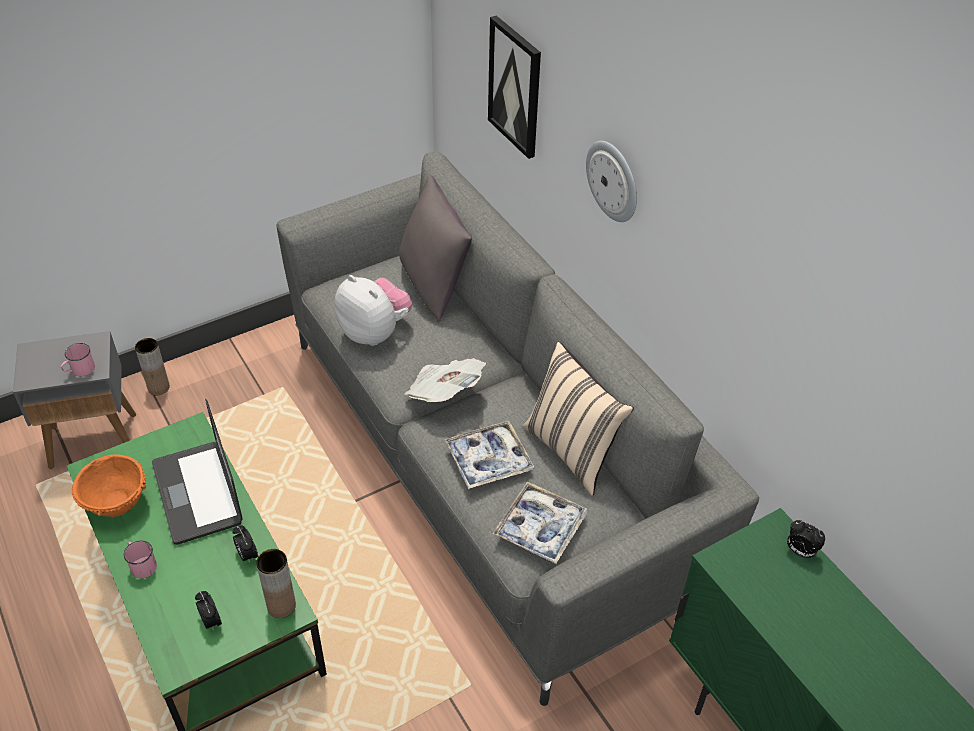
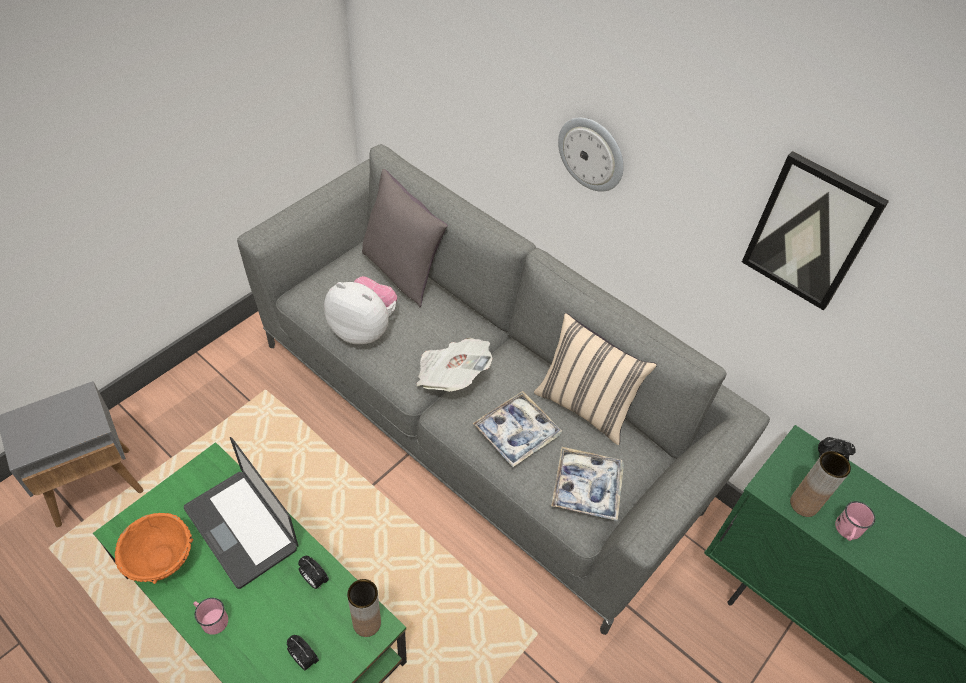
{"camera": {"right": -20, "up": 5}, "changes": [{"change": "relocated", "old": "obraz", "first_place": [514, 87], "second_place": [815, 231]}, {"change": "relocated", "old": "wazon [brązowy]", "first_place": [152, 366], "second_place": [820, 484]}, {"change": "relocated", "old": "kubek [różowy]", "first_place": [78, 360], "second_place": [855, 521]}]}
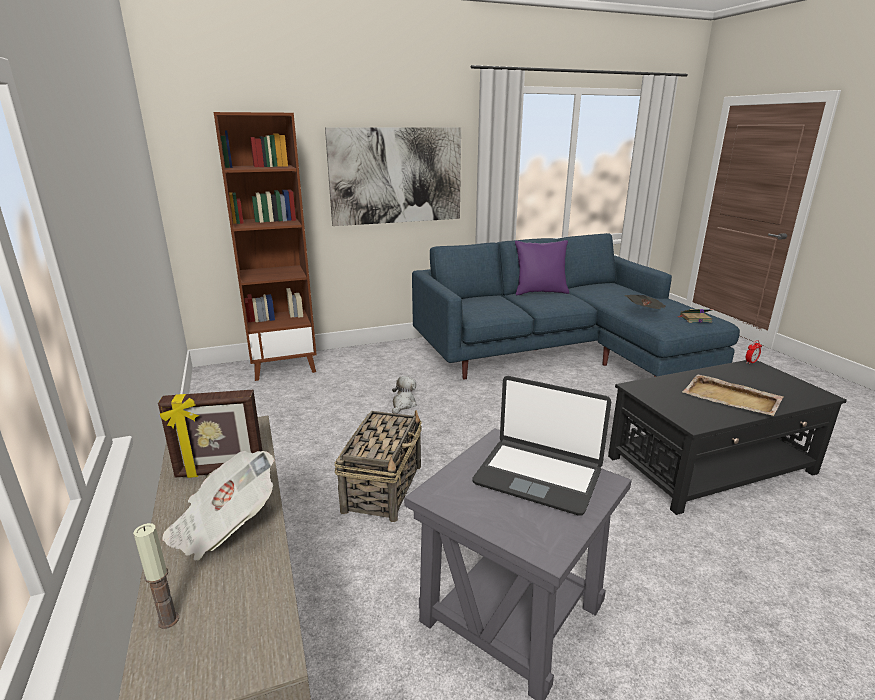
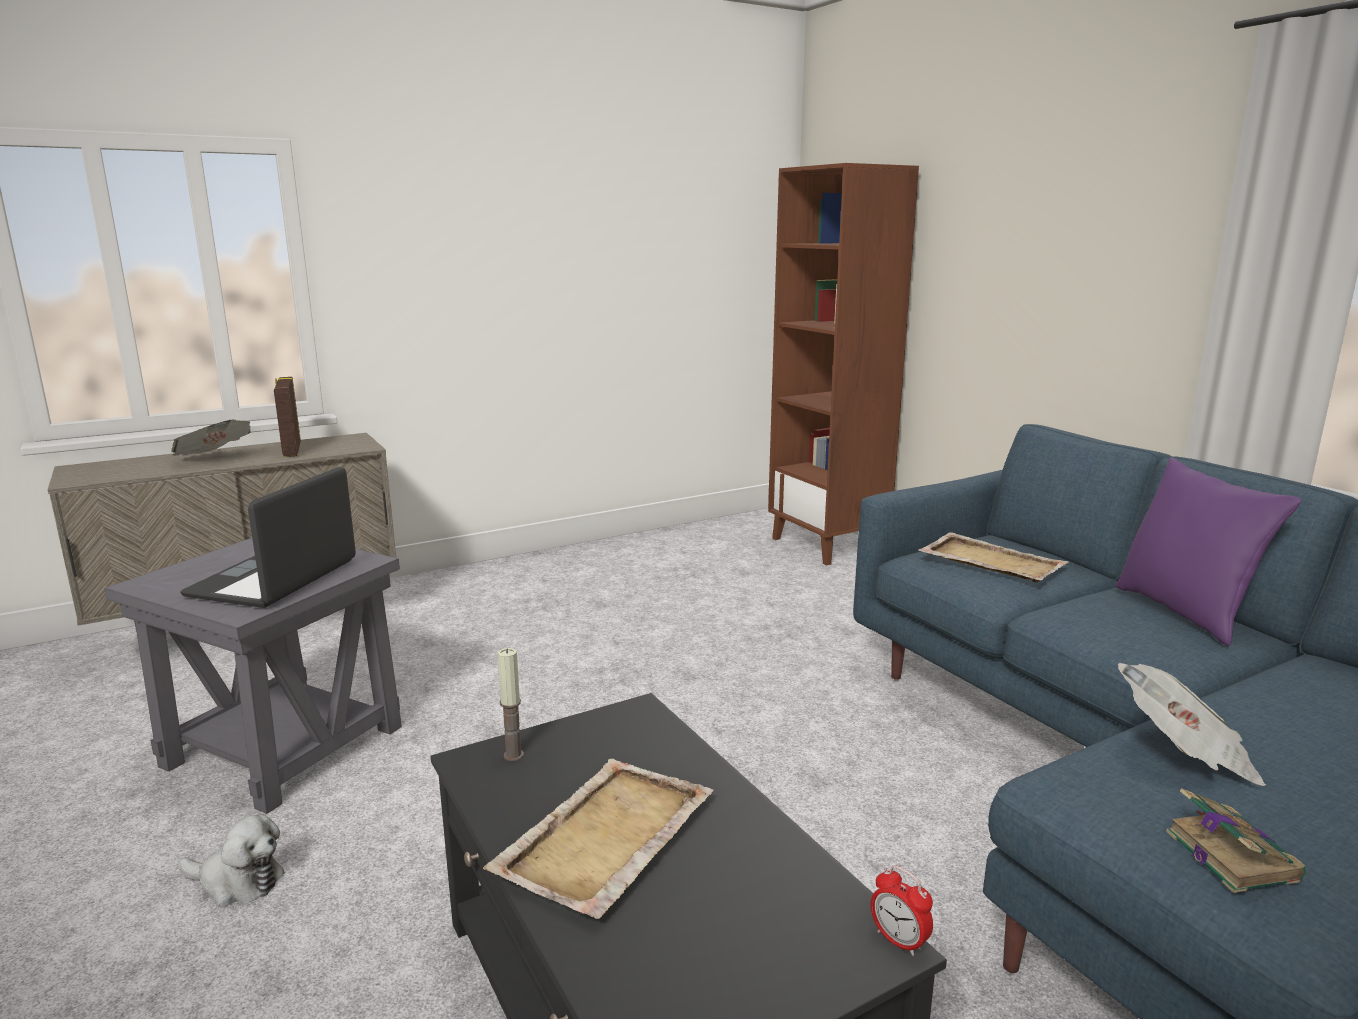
{"camera": {"right": 80, "up": -5}, "changes": [{"change": "relocated", "old": "pluszak", "first_place": [404, 395], "second_place": [232, 860]}, {"change": "relocated", "old": "świeca", "first_place": [156, 576], "second_place": [510, 704]}, {"change": "appeared", "new": "taca [beżowy]", "second_place": [993, 557]}, {"change": "missing", "old": "obraz", "first_place": [393, 176]}, {"change": "missing", "old": "koszyk", "first_place": [378, 466]}]}
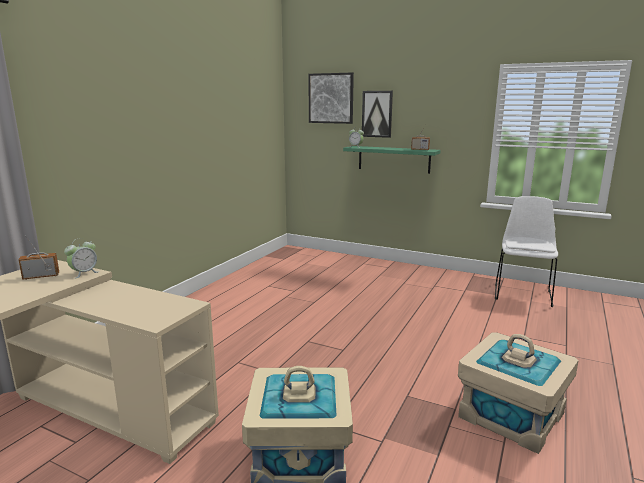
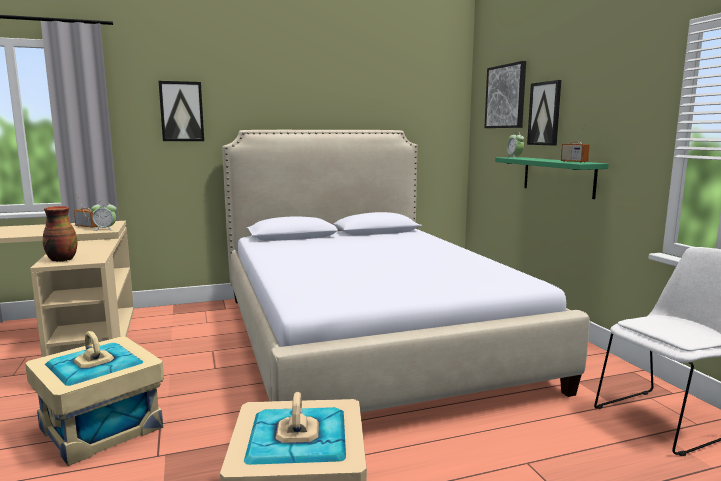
{"camera": {"right": 45, "up": -5}, "changes": [{"change": "appeared", "new": "wazon", "second_place": [60, 234]}, {"change": "appeared", "new": "obraz", "second_place": [181, 111]}, {"change": "appeared", "new": "łóżko", "second_place": [406, 271]}]}
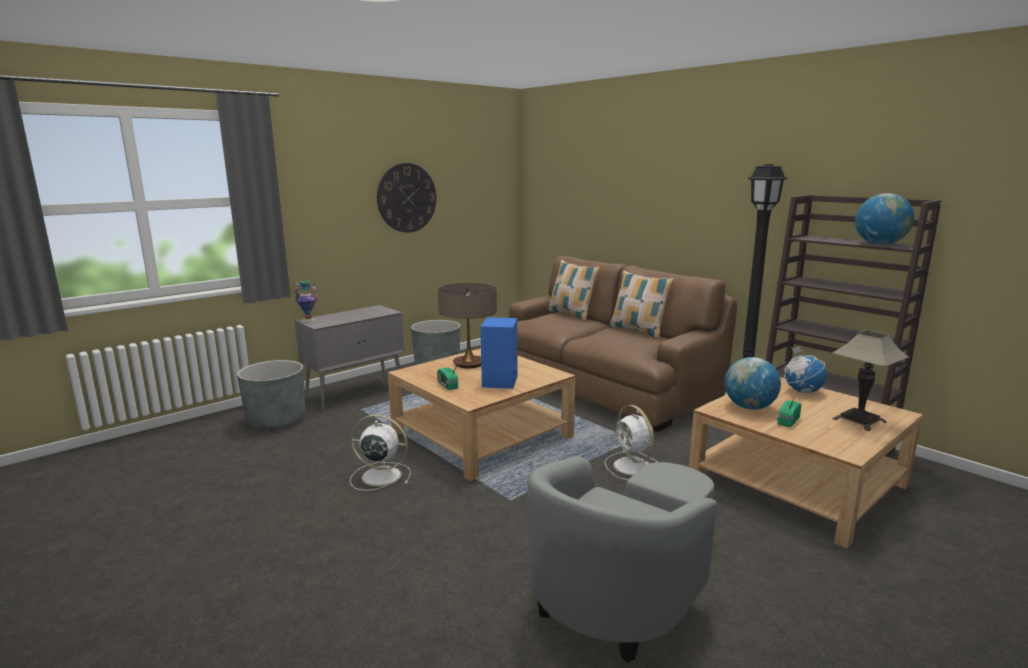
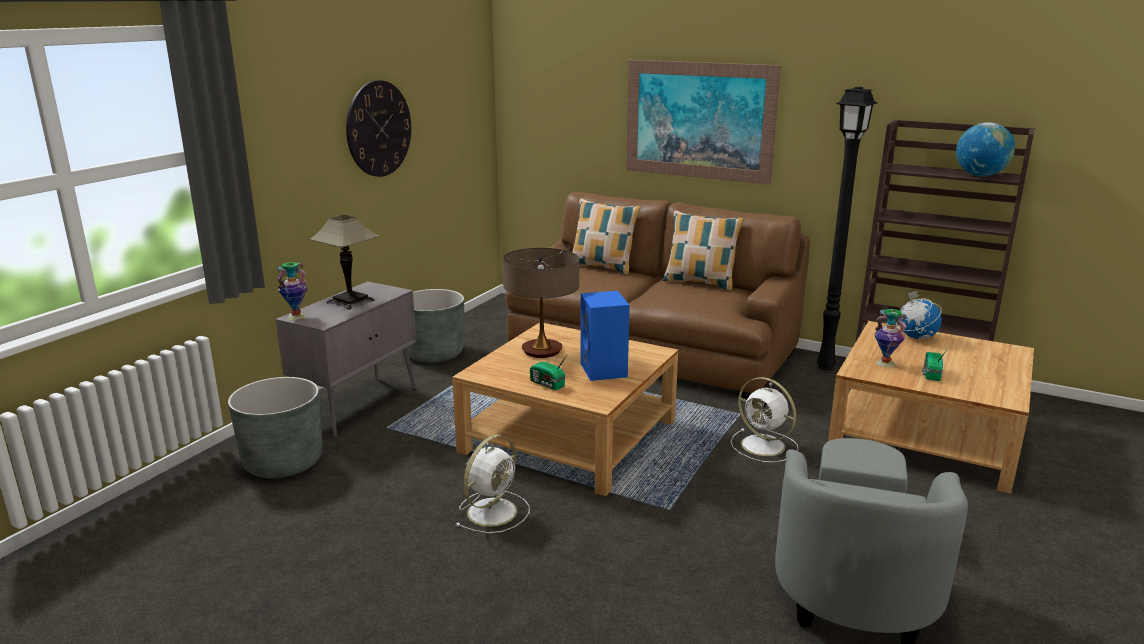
{"camera": {"right": -20, "up": 5}, "changes": [{"change": "relocated", "old": "lampa stołowa", "first_place": [871, 381], "second_place": [344, 262]}, {"change": "spun", "old": "wentylator [biały]", "first_place": [380, 452], "second_place": [492, 483], "degrees": 135}, {"change": "appeared", "new": "obraz", "second_place": [703, 122]}, {"change": "exchanged", "old": "globus", "new": "wazon", "first_place": [753, 383], "second_place": [891, 338]}]}
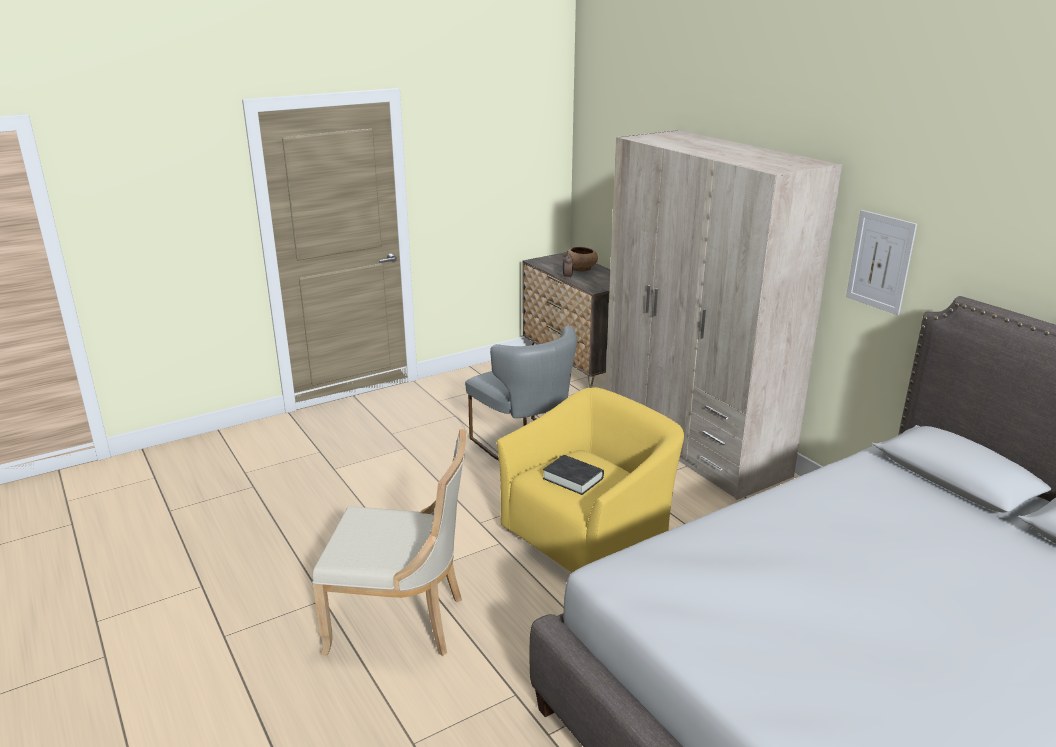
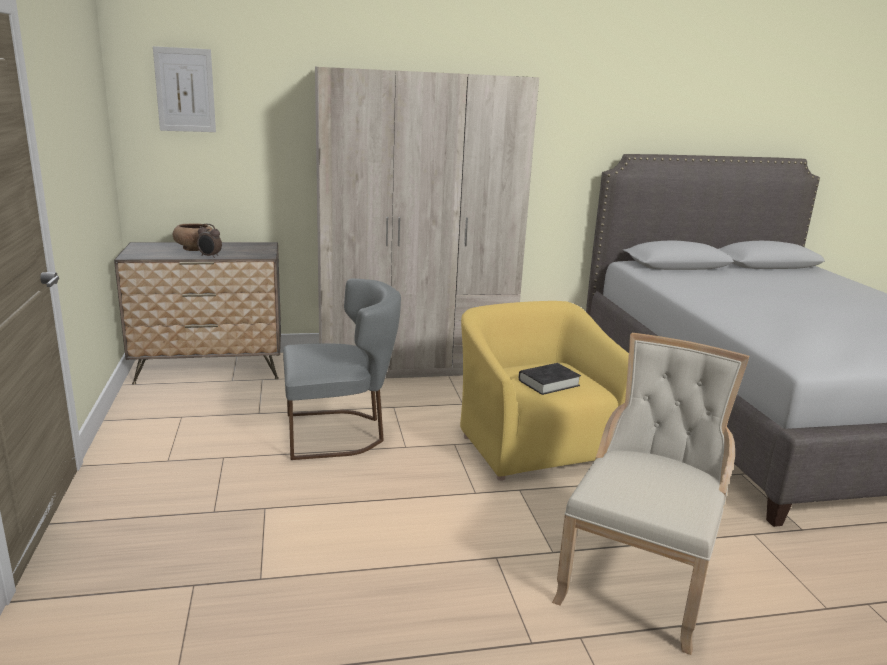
{"camera": {"right": -70, "up": -5}, "changes": [{"change": "relocated", "old": "obraz", "first_place": [881, 262], "second_place": [184, 89]}]}
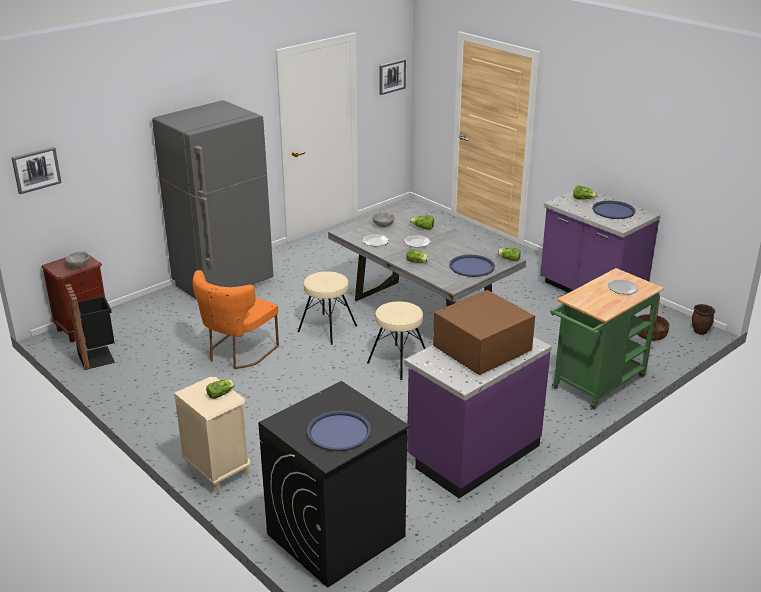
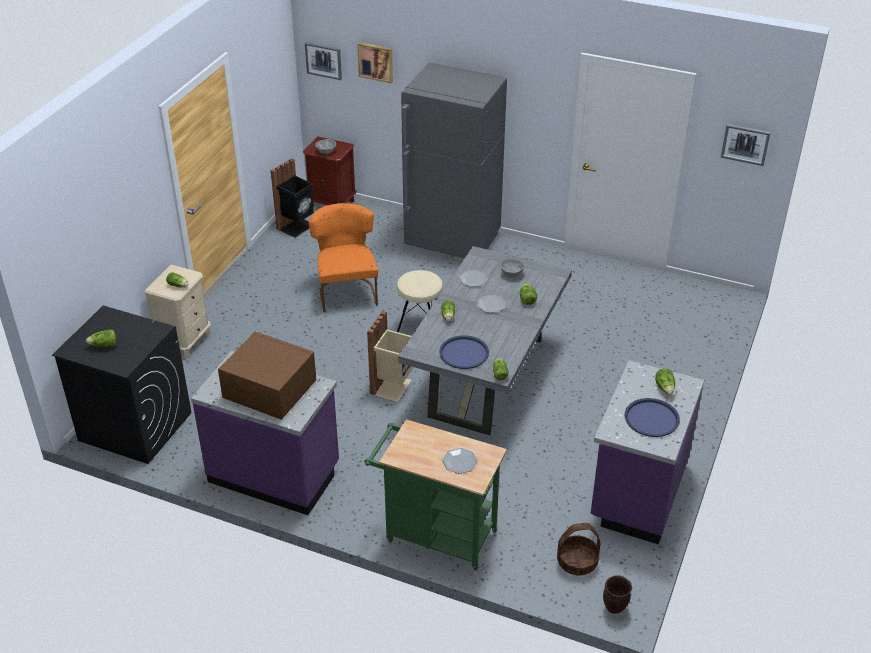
{"camera": {"right": 65, "up": 10}, "changes": [{"change": "exchanged", "old": "taca [niebieski]", "new": "sałata", "first_place": [339, 430], "second_place": [101, 338]}, {"change": "spun", "old": "krzesło [pomarańczowy]", "first_place": [236, 319], "second_place": [343, 257], "degrees": 75}, {"change": "appeared", "new": "obraz", "second_place": [375, 62]}, {"change": "exchanged", "old": "stołek [beżowy]", "new": "kosz na śmieci [beżowy]", "first_place": [396, 340], "second_place": [390, 356]}]}
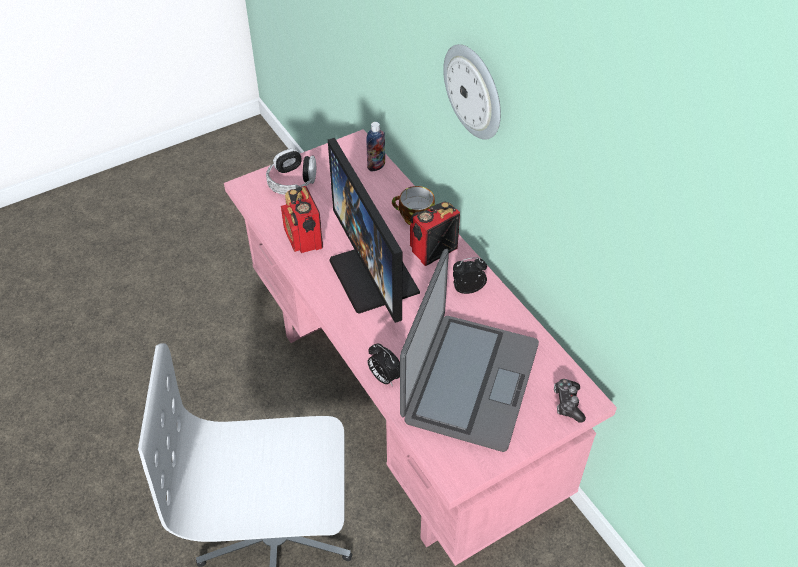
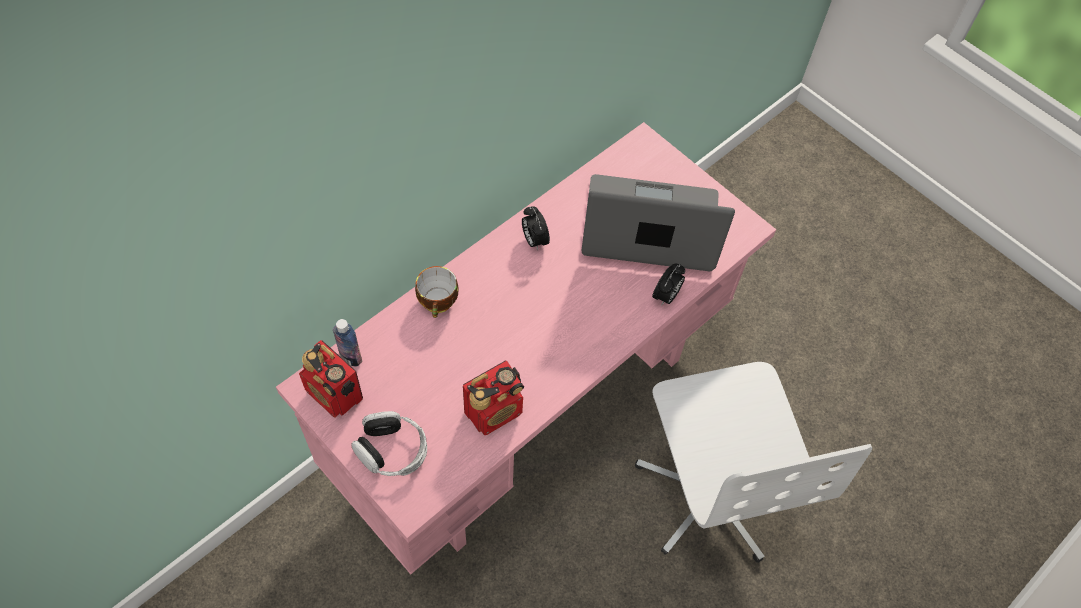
{"camera": {"right": -105, "up": 10}, "changes": [{"change": "relocated", "old": "radio", "first_place": [435, 233], "second_place": [331, 378]}, {"change": "missing", "old": "monitor", "first_place": [374, 230]}, {"change": "missing", "old": "zegar ścienny", "first_place": [472, 92]}, {"change": "missing", "old": "pad do gier", "first_place": [570, 401]}]}
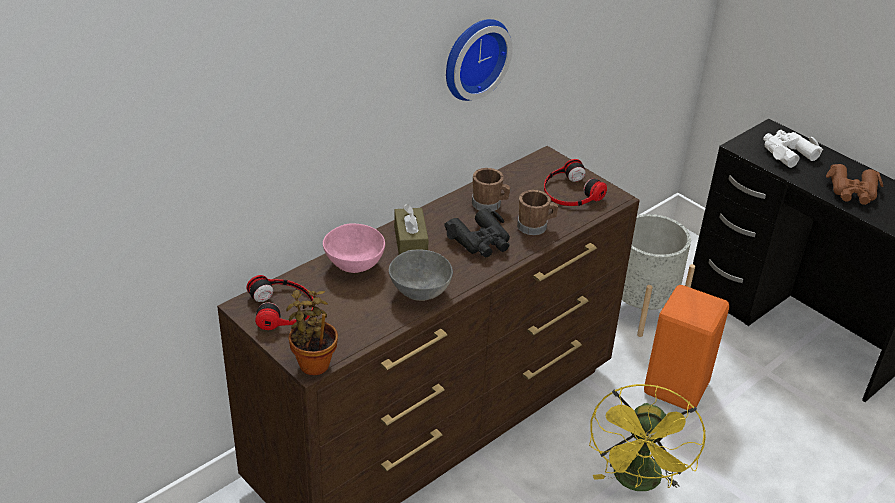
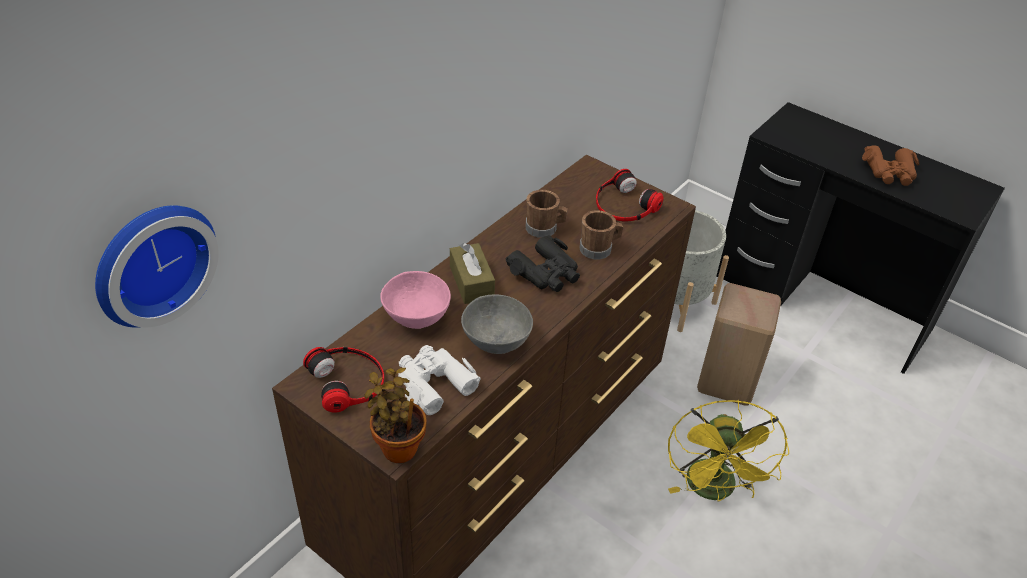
{"camera": {"right": -10, "up": 5}, "changes": [{"change": "relocated", "old": "zegar ścienny", "first_place": [479, 60], "second_place": [157, 266]}, {"change": "relocated", "old": "lornetka [biały]", "first_place": [793, 149], "second_place": [439, 380]}, {"change": "colour", "old": "stołek [pomarańczowy]", "new": "stołek [beżowy]", "first_place": [686, 347], "second_place": [739, 344]}]}
